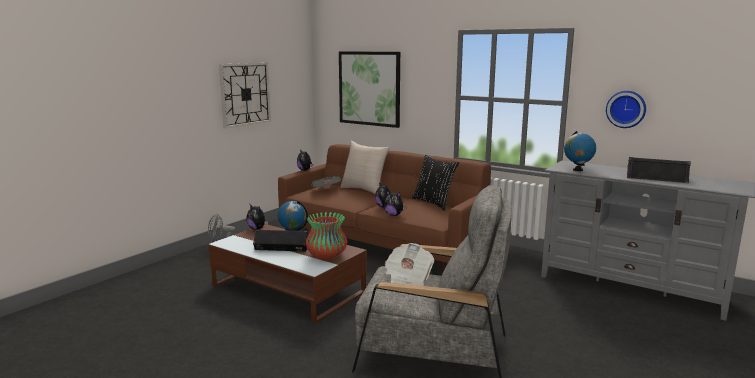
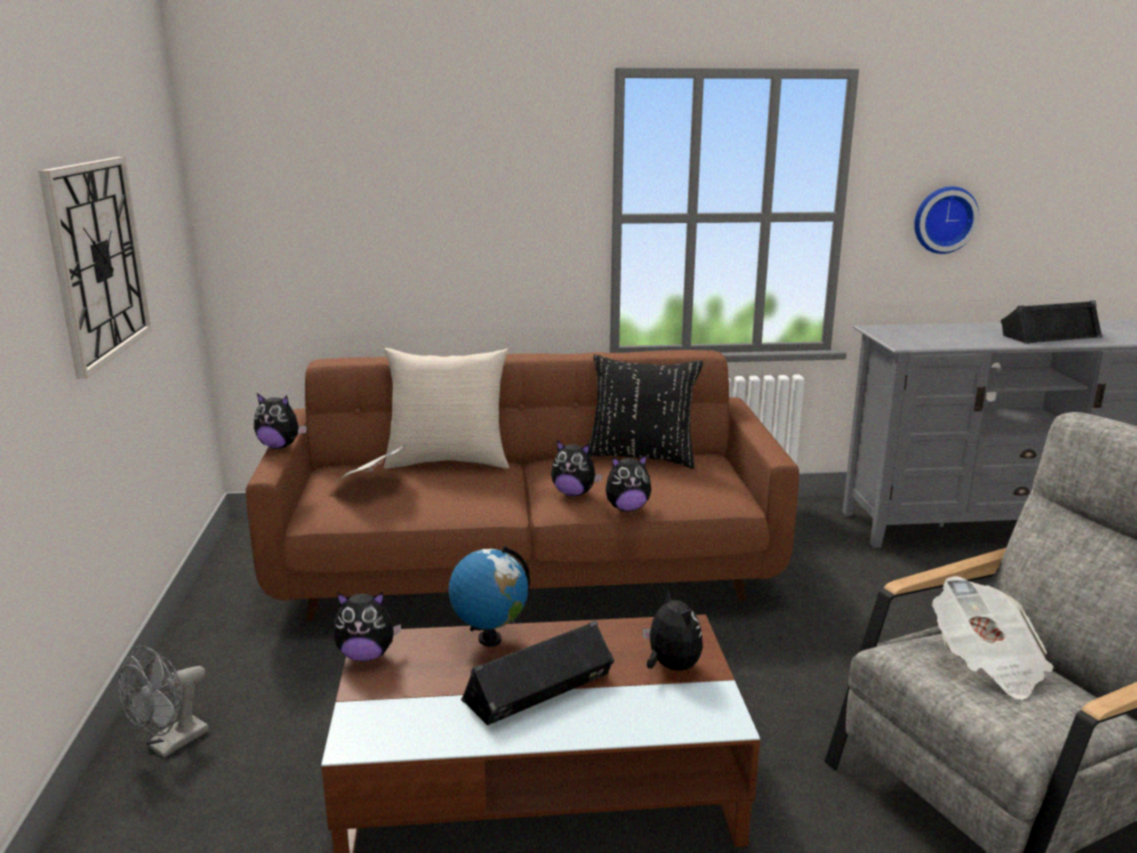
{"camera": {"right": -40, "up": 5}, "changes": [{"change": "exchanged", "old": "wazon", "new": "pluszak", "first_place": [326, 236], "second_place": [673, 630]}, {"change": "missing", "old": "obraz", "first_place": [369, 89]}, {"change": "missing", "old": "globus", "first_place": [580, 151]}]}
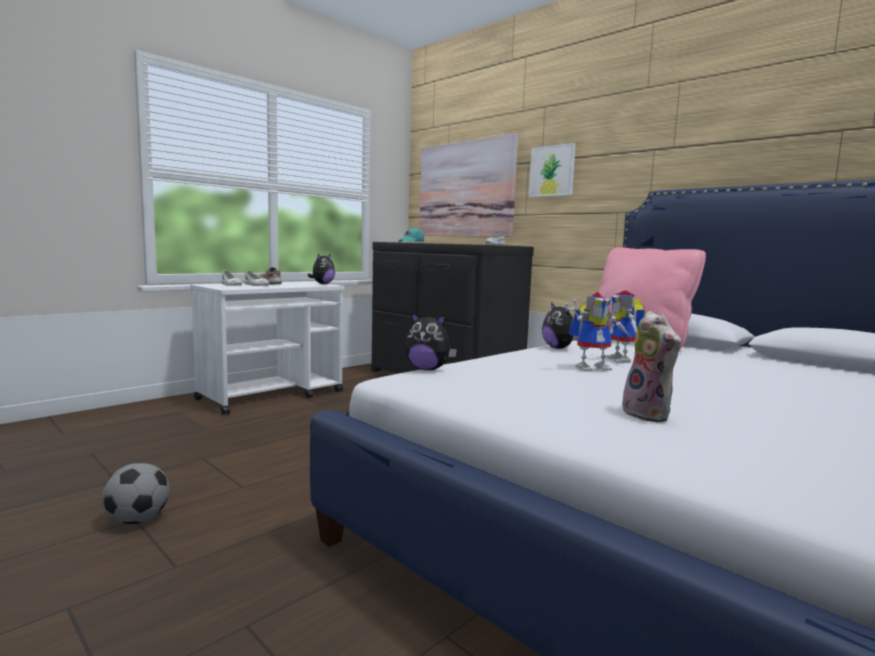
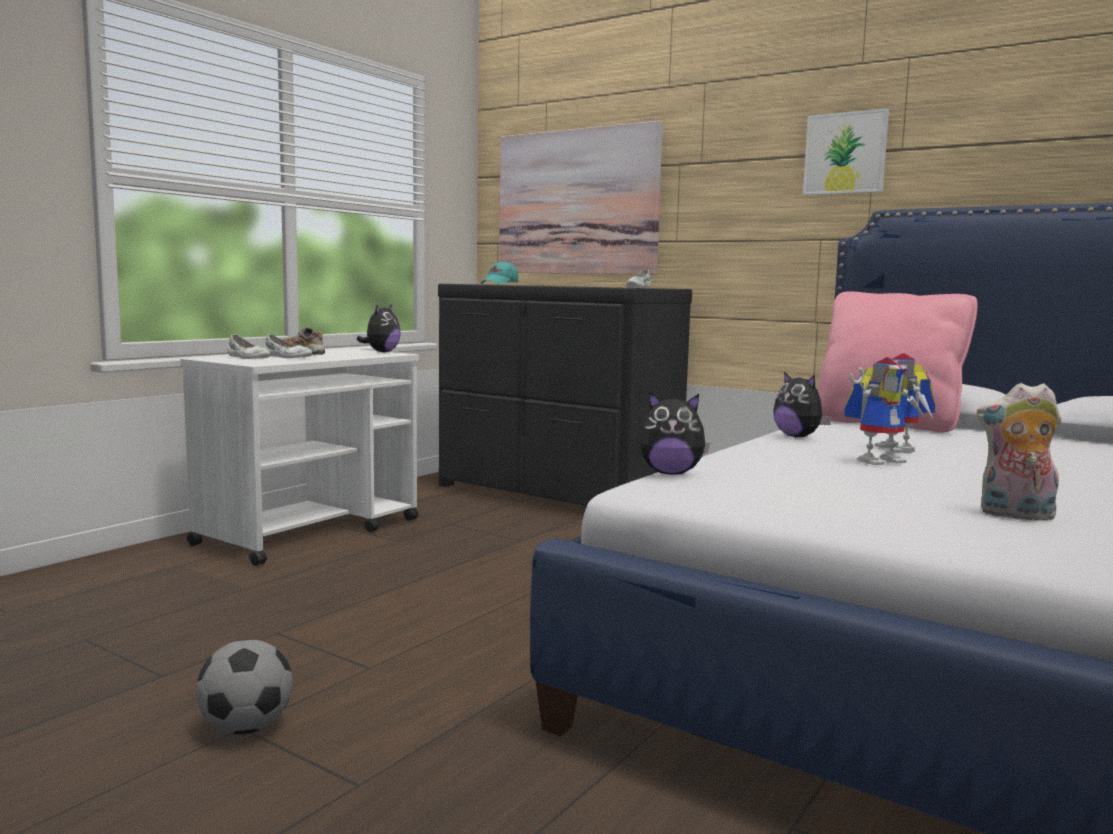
{"camera": {"right": -10, "up": 0}, "changes": [{"change": "relocated", "old": "obraz", "first_place": [552, 170], "second_place": [846, 151]}, {"change": "spun", "old": "pluszak", "first_place": [651, 366], "second_place": [1019, 452], "degrees": 135}]}
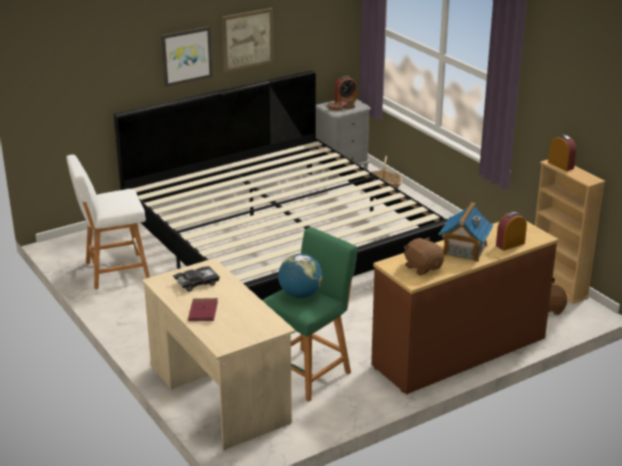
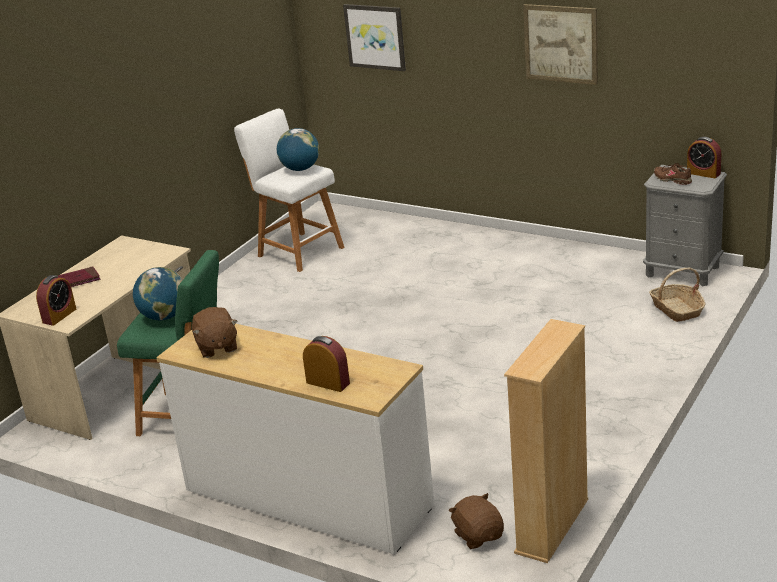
{"camera": {"right": 65, "up": 0}, "changes": [{"change": "relocated", "old": "budzik", "first_place": [562, 153], "second_place": [56, 300]}, {"change": "colour", "old": "komoda [brązowy]", "new": "komoda [biały]", "first_place": [464, 308], "second_place": [295, 439]}, {"change": "spun", "old": "pluszak [brązowy]", "first_place": [424, 256], "second_place": [215, 332], "degrees": 135}, {"change": "appeared", "new": "globus", "second_place": [298, 149]}, {"change": "relocated", "old": "obraz", "first_place": [187, 56], "second_place": [374, 37]}, {"change": "missing", "old": "łóżko", "first_place": [281, 185]}, {"change": "missing", "old": "samochodzik [czarny]", "first_place": [196, 279]}, {"change": "missing", "old": "domek", "first_place": [466, 232]}]}
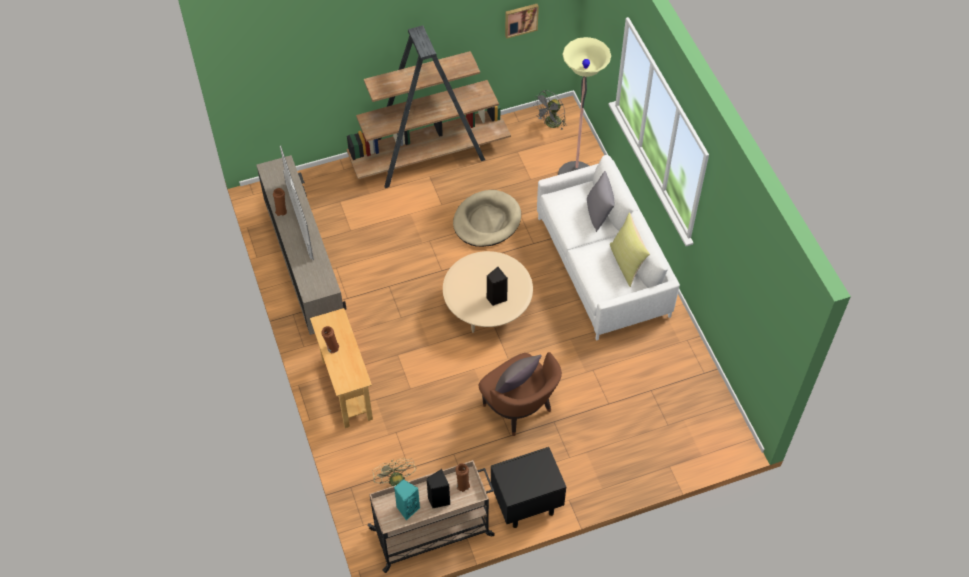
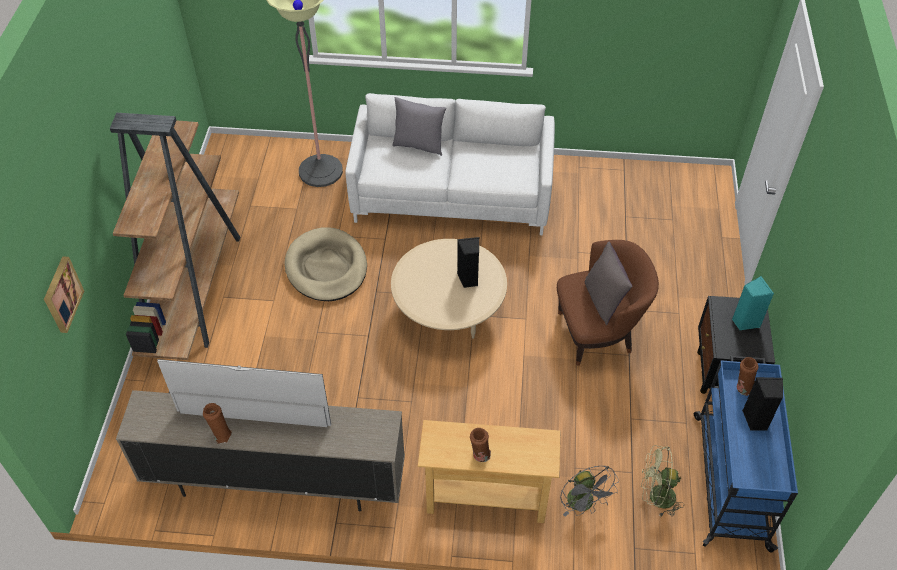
{"camera": {"right": -65, "up": -5}, "changes": [{"change": "relocated", "old": "obraz", "first_place": [522, 21], "second_place": [64, 294]}, {"change": "relocated", "old": "wentylator [szary]", "first_place": [550, 110], "second_place": [589, 491]}, {"change": "colour", "old": "wózek [beżowy]", "new": "wózek [niebieski]", "first_place": [431, 516], "second_place": [746, 454]}, {"change": "relocated", "old": "głośnik [turkusowy]", "first_place": [407, 500], "second_place": [753, 303]}, {"change": "missing", "old": "poduszka [żółty]", "first_place": [630, 250]}]}
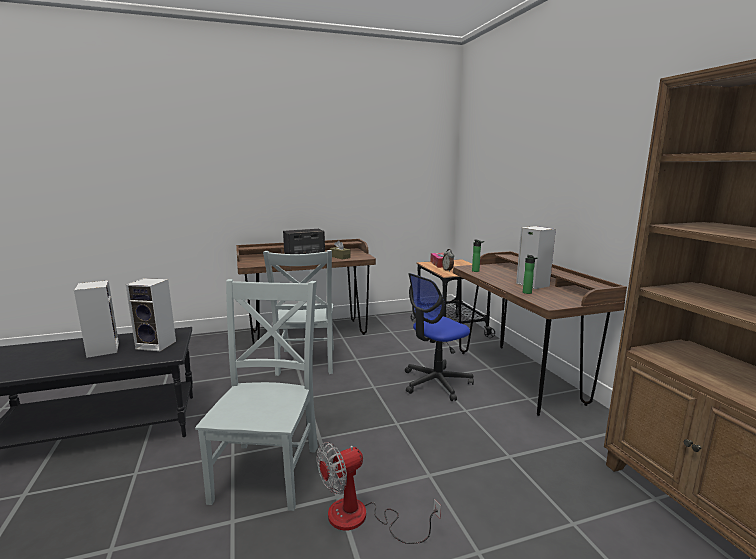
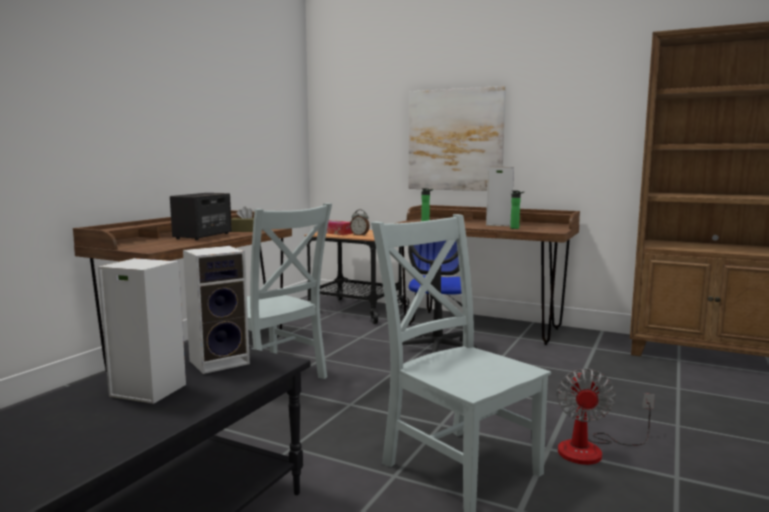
{"camera": {"right": -45, "up": -5}, "changes": [{"change": "appeared", "new": "obraz", "second_place": [457, 138]}]}
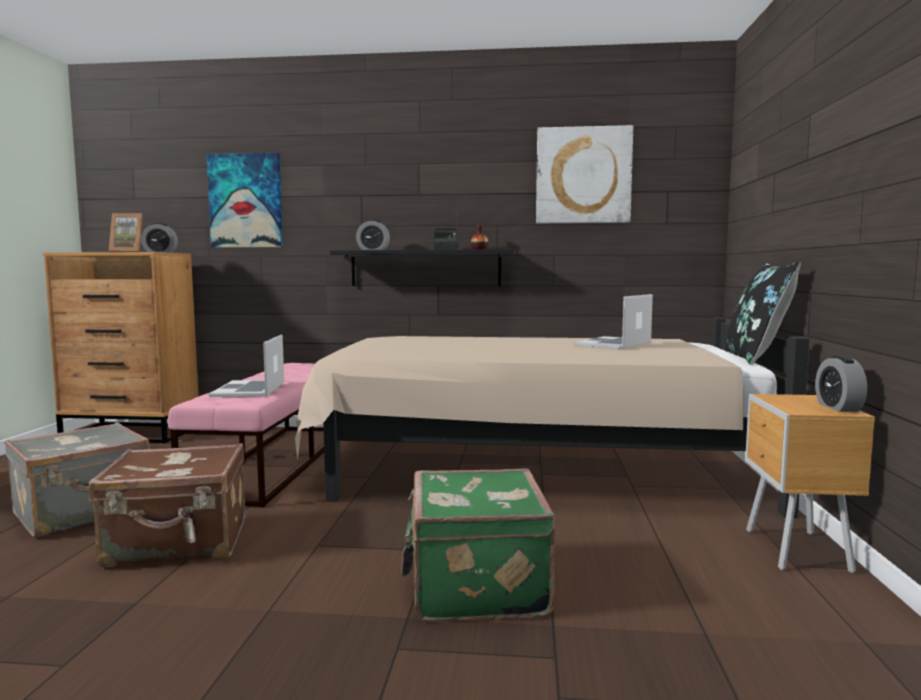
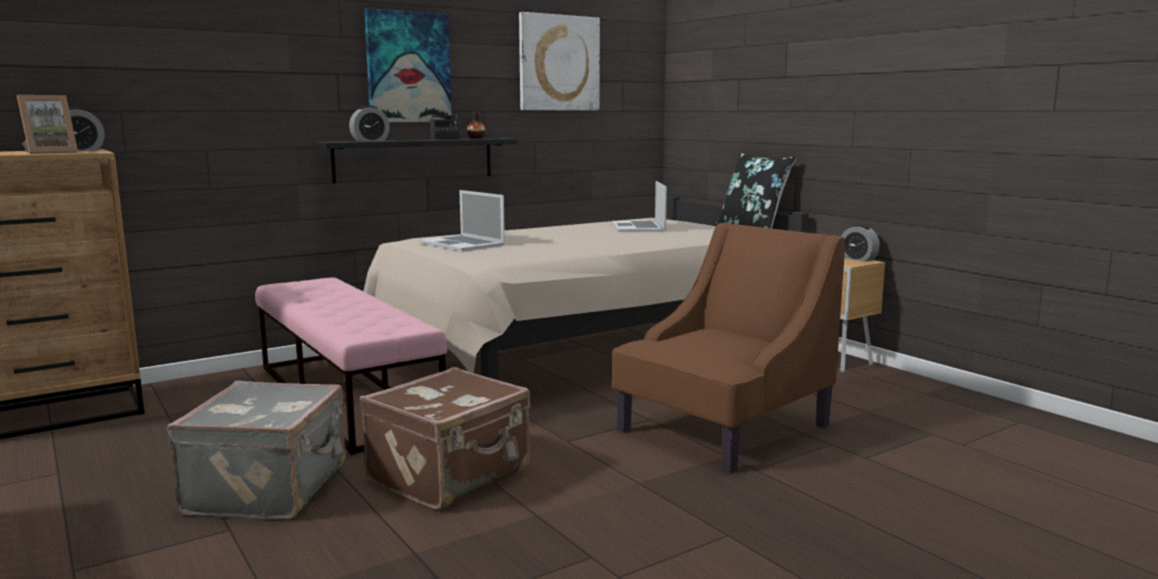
{"camera": {"right": -40, "up": 5}, "changes": [{"change": "relocated", "old": "obraz", "first_place": [244, 200], "second_place": [408, 65]}, {"change": "relocated", "old": "laptop", "first_place": [246, 366], "second_place": [462, 220]}, {"change": "exchanged", "old": "walizka [zielony]", "new": "fotel [brązowy]", "first_place": [478, 545], "second_place": [728, 348]}]}
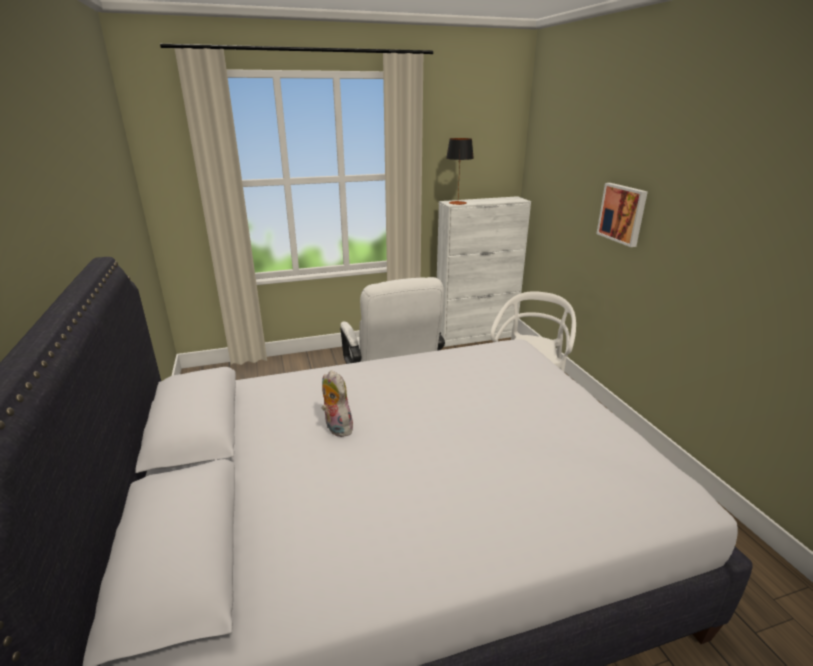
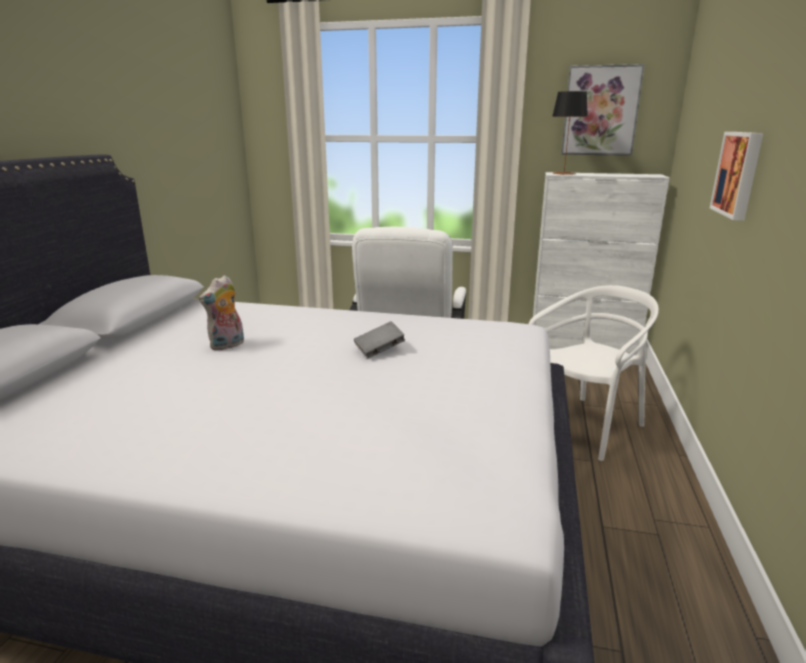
{"camera": {"right": 30, "up": -5}, "changes": [{"change": "spun", "old": "pluszak", "first_place": [337, 403], "second_place": [221, 313], "degrees": -135}, {"change": "appeared", "new": "książka [szary]", "second_place": [379, 339]}, {"change": "appeared", "new": "obraz", "second_place": [603, 110]}]}
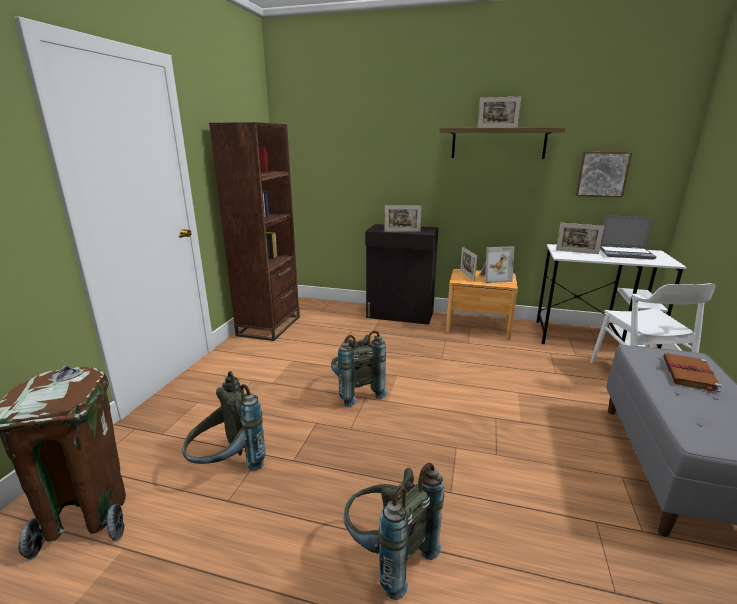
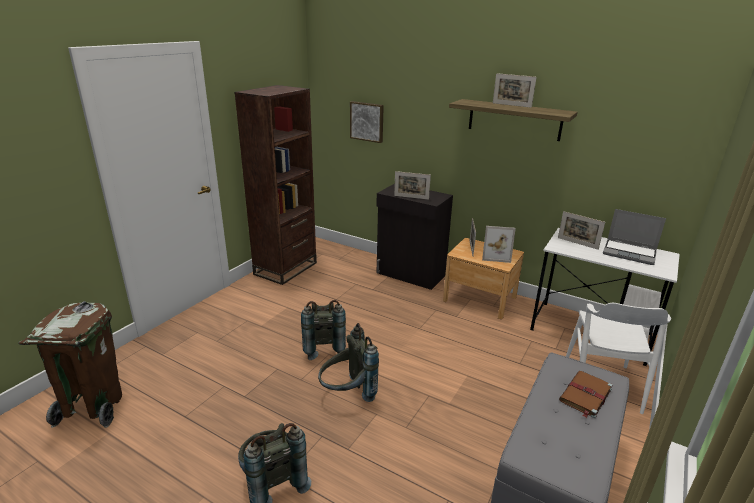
{"camera": {"right": 15, "up": 5}, "changes": [{"change": "relocated", "old": "plecak [szary]", "first_place": [224, 421], "second_place": [348, 362]}, {"change": "relocated", "old": "obraz", "first_place": [604, 175], "second_place": [367, 122]}]}
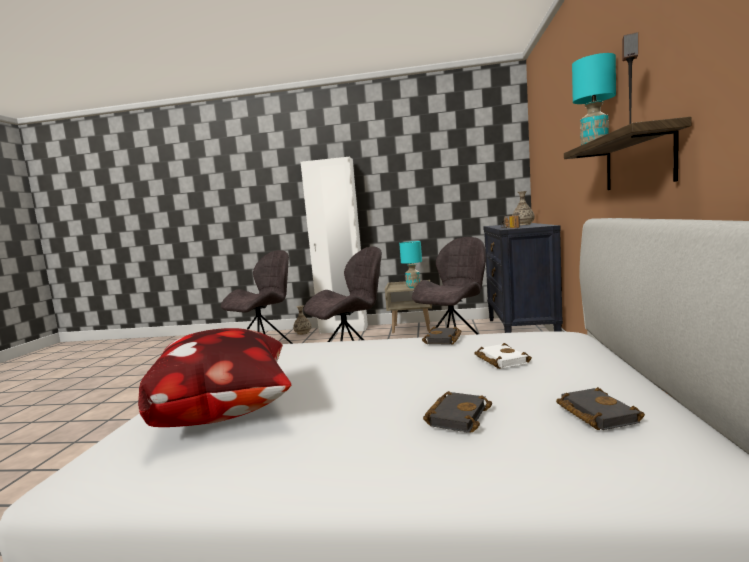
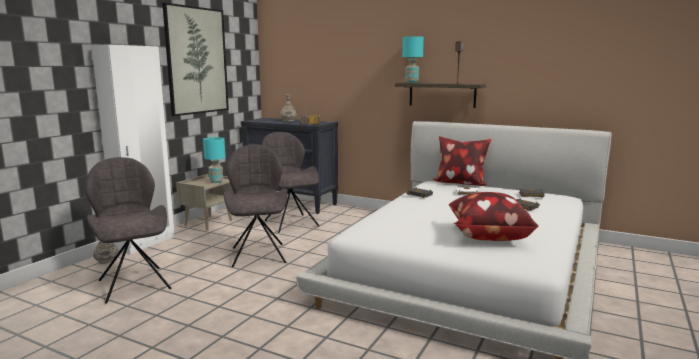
{"camera": {"right": -70, "up": 5}, "changes": [{"change": "appeared", "new": "obraz", "second_place": [195, 59]}, {"change": "appeared", "new": "poduszka", "second_place": [462, 161]}]}
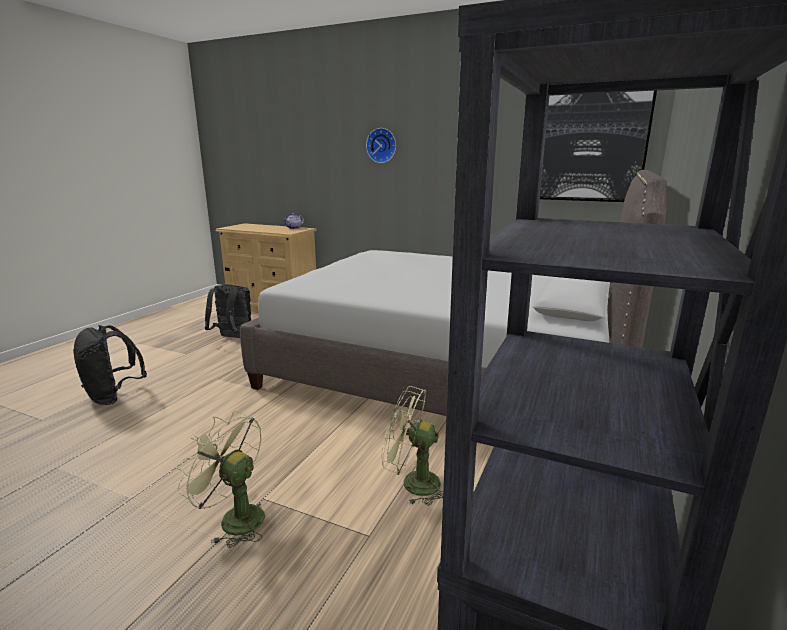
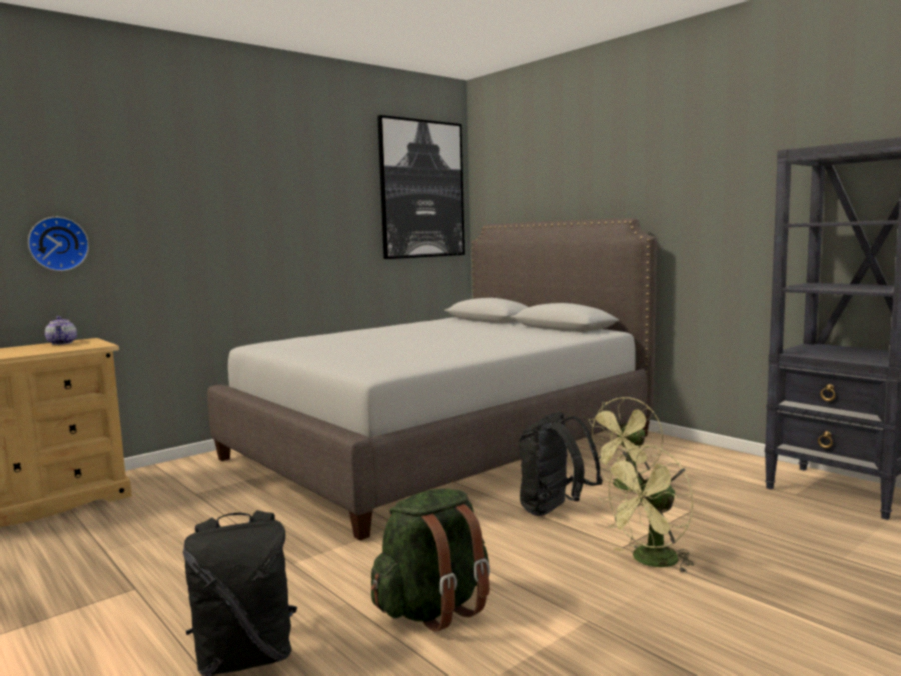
{"camera": {"right": -65, "up": -10}, "changes": [{"change": "relocated", "old": "zegar ścienny", "first_place": [381, 145], "second_place": [58, 244]}, {"change": "appeared", "new": "plecak [zielony]", "second_place": [430, 560]}, {"change": "relocated", "old": "plecak [czarny]", "first_place": [228, 311], "second_place": [561, 464]}]}
